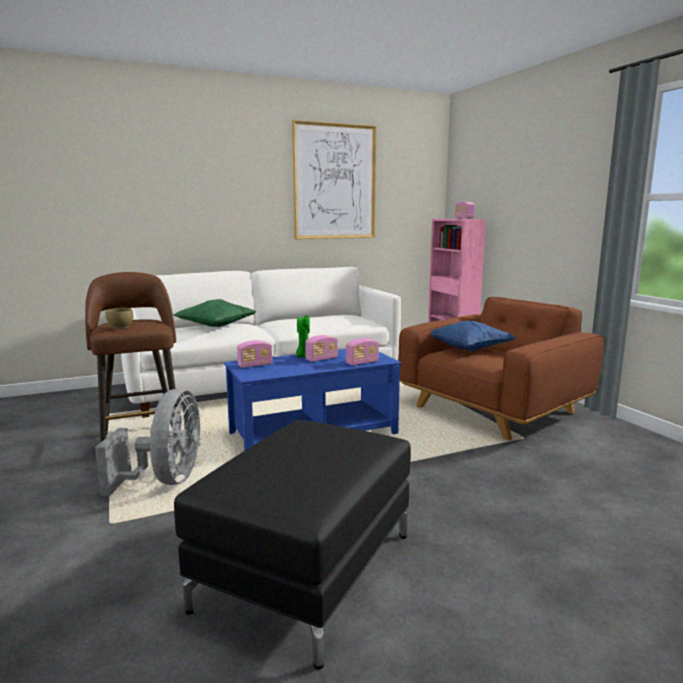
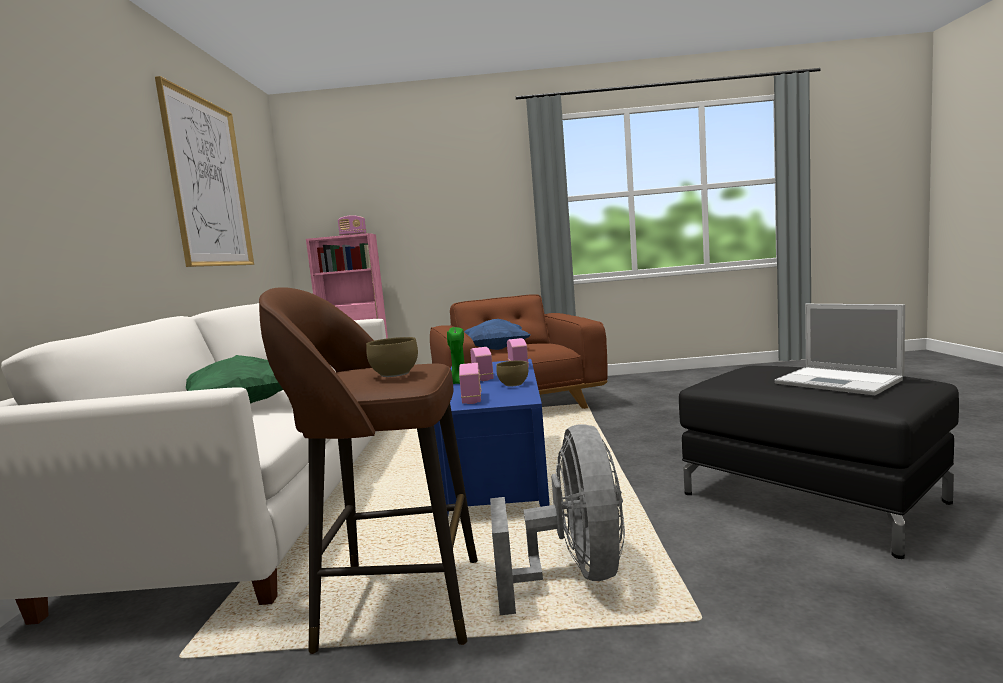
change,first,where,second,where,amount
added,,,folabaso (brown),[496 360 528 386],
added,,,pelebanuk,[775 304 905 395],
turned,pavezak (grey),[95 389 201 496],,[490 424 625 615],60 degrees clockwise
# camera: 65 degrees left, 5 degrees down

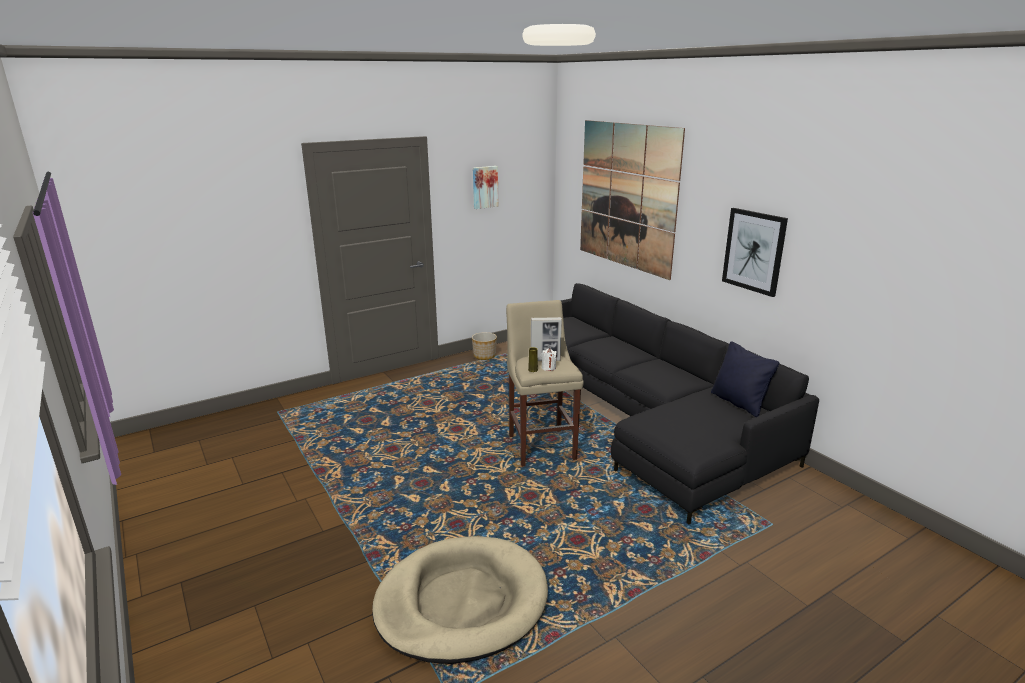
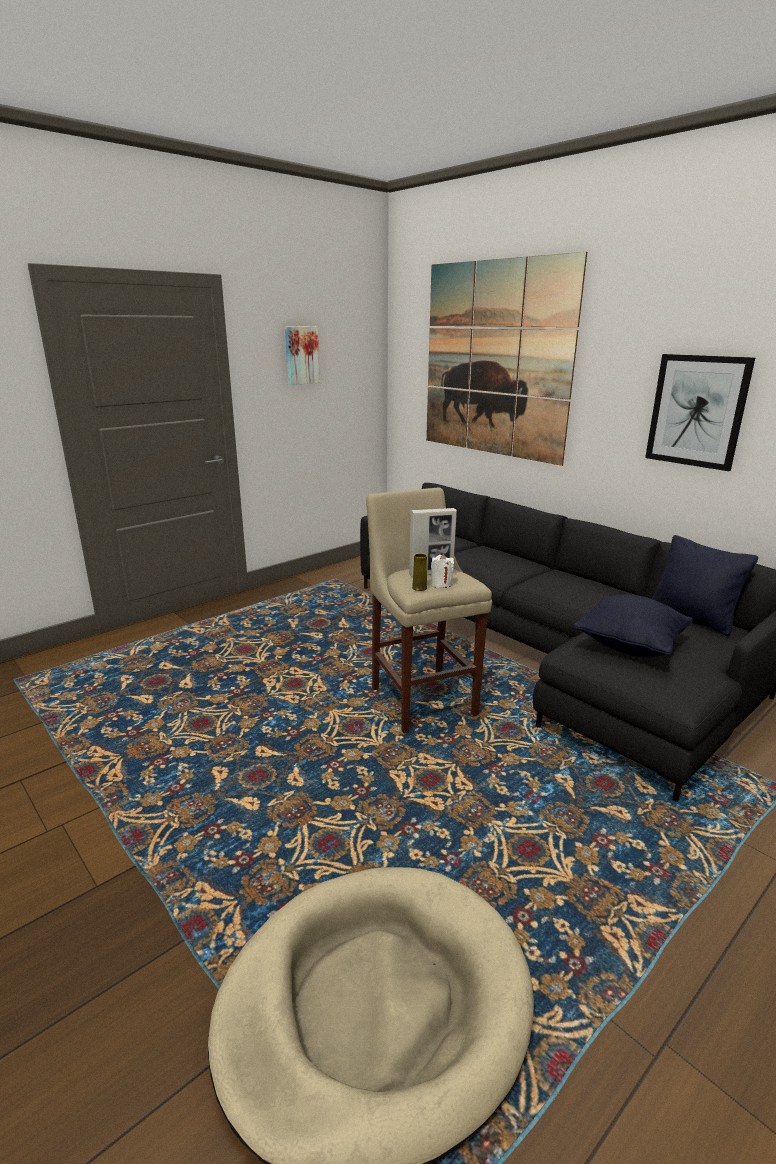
change,first,where,second,where,amount
removed,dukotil,[472 332 497 360],,,
added,,,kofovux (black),[573 595 693 658],
# camera: 10 degrees left, 0 degrees up

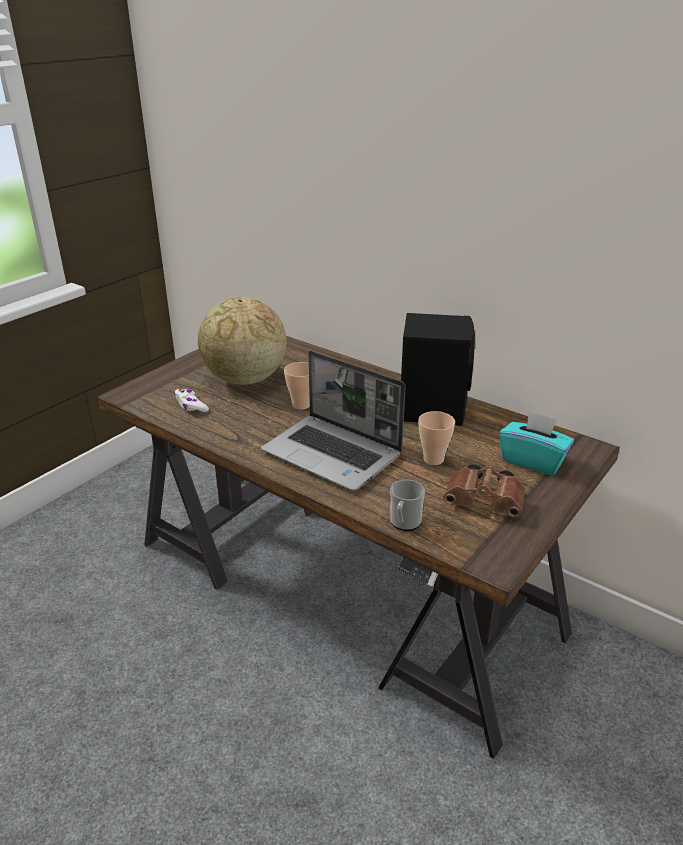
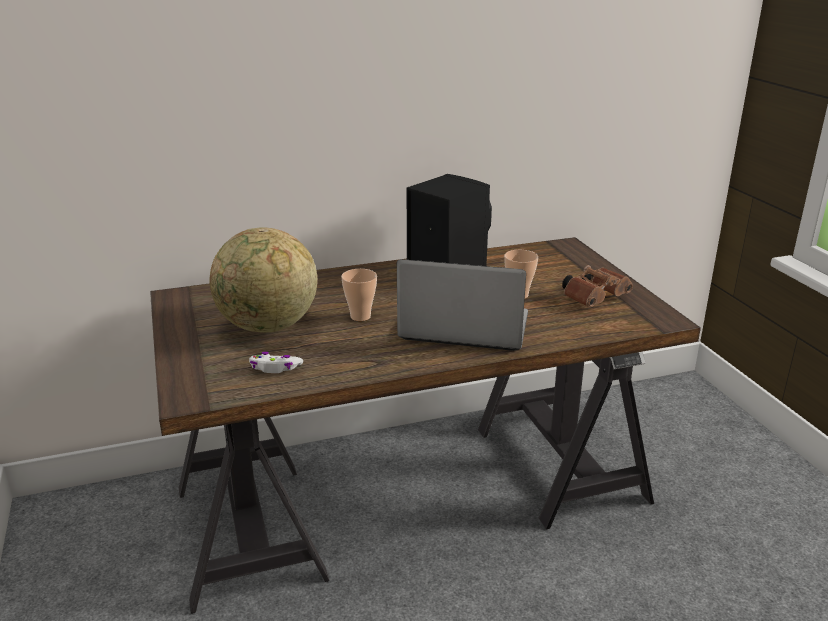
change,first,where,second,where,amount
removed,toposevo,[390 479 425 531],,,
removed,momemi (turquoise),[499 410 574 475],,,
turned,pelebanuk,[261 351 406 491],,[397 259 528 351],150 degrees counterclockwise
# camera: 55 degrees left, 5 degrees down

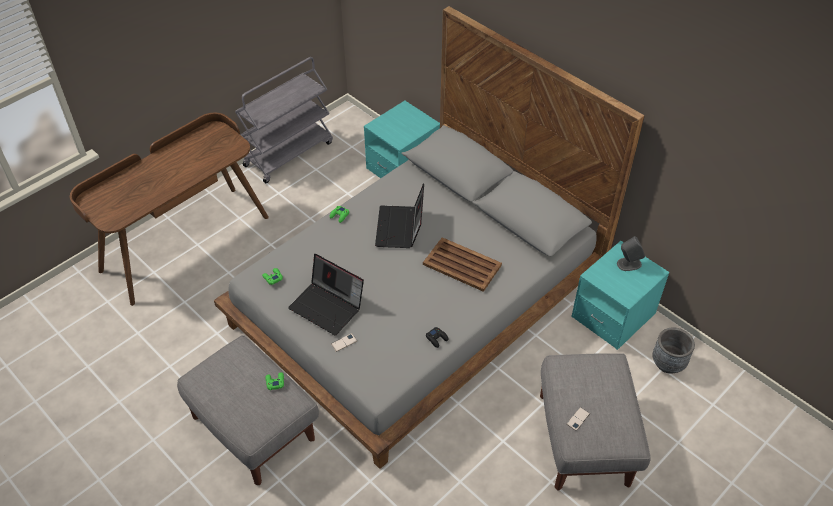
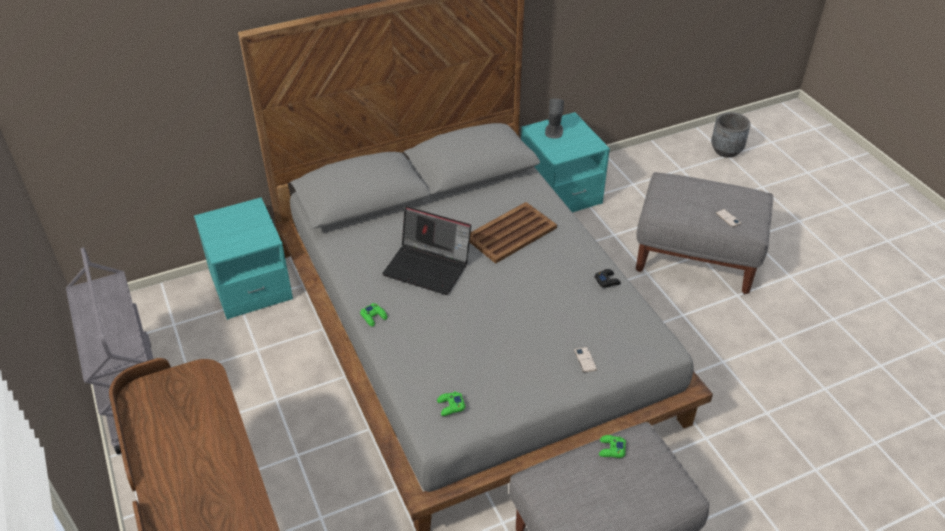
change,first,where,second,where,amount
removed,pelebanuk,[288 254 364 336],,,
moved,dukotil (grey),[652 327 695 374],,[711 112 751 158],
# camera: 70 degrees left, 5 degrees down

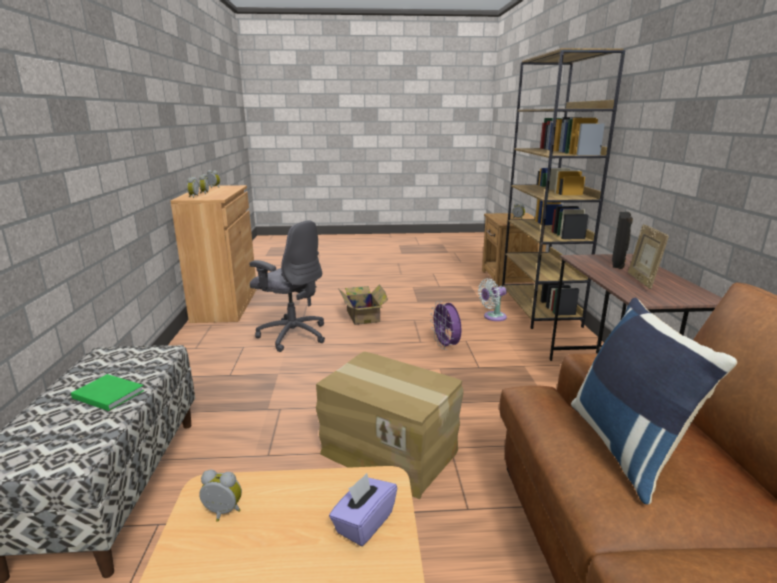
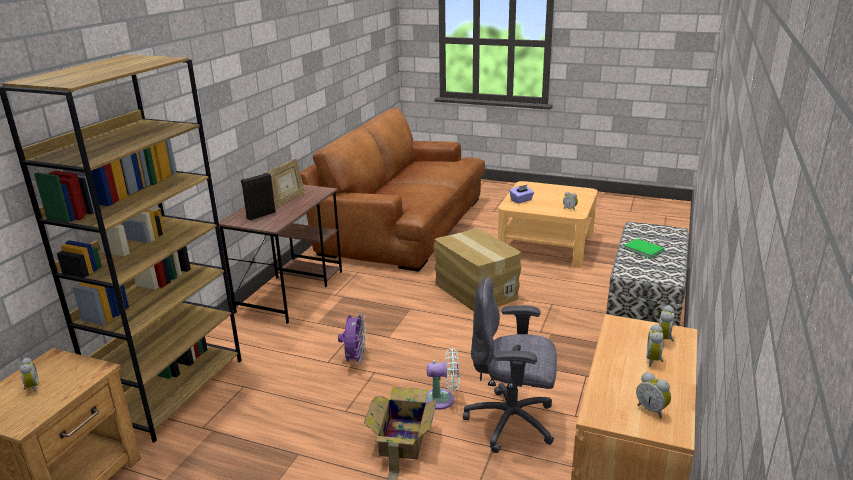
change,first,where,second,where,amount
removed,kofovux (blue),[571 298 737 505],,,
moved,pavezak (white),[478 278 507 321],,[426 348 459 410],
turned,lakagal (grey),[249 220 325 352],,[463 278 557 453],45 degrees counterclockwise
# camera: 155 degrees left, 5 degrees up

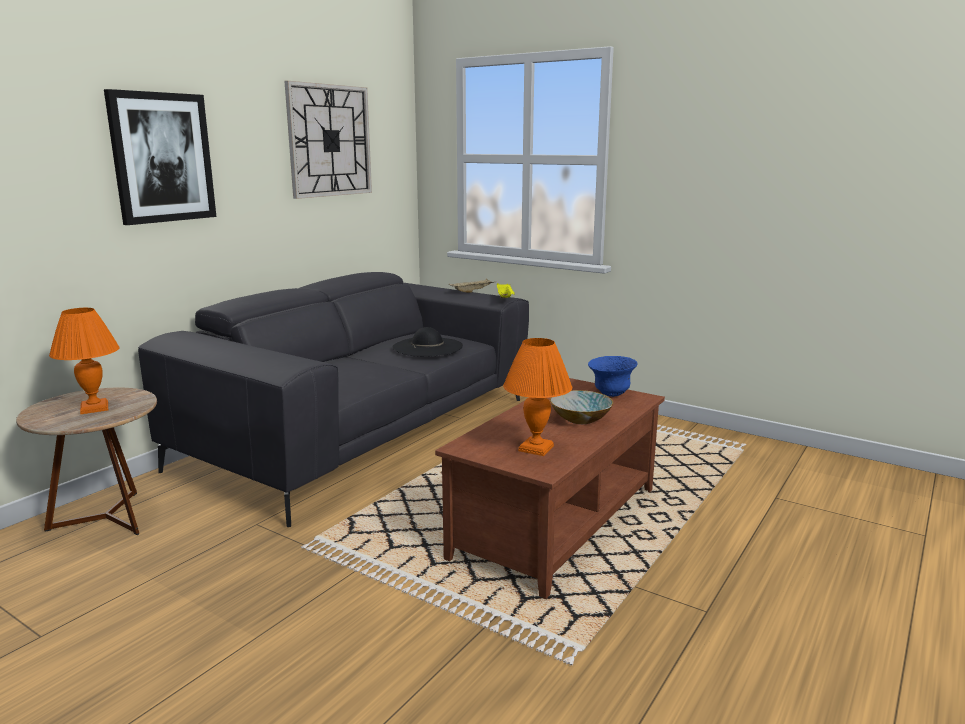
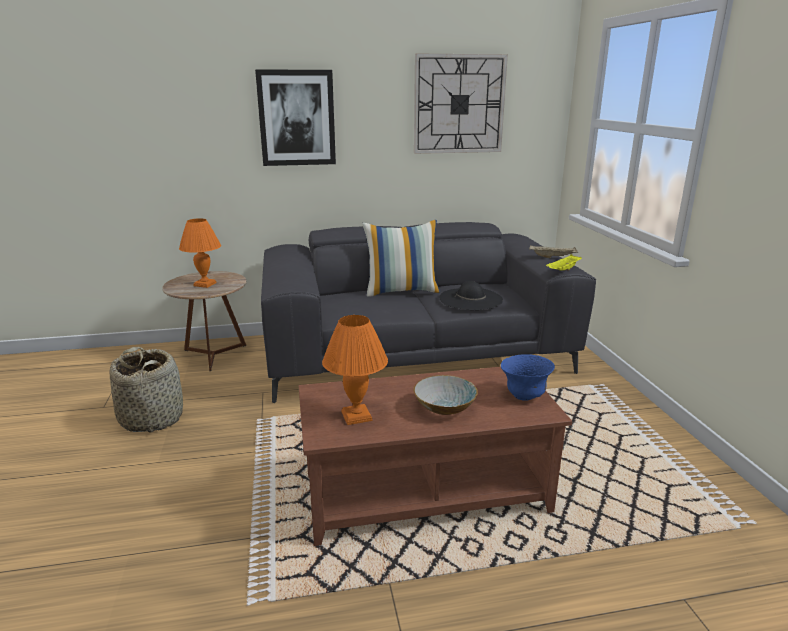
change,first,where,second,where,amount
added,,,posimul,[109 347 183 432],
added,,,kofovux,[362 220 440 297],
# camera: 45 degrees right, 5 degrees up

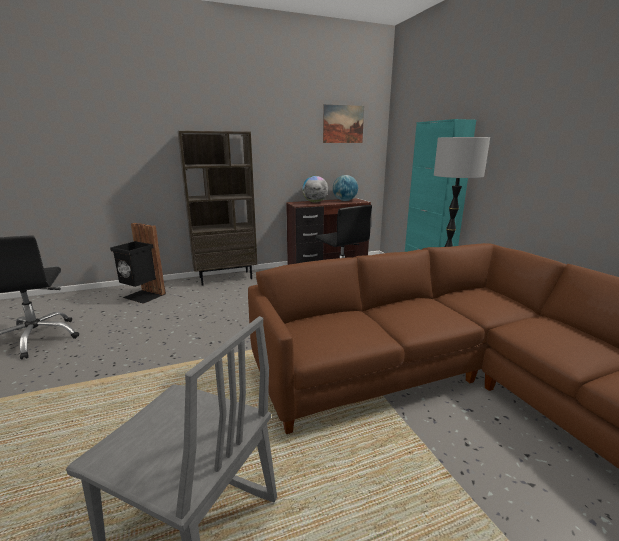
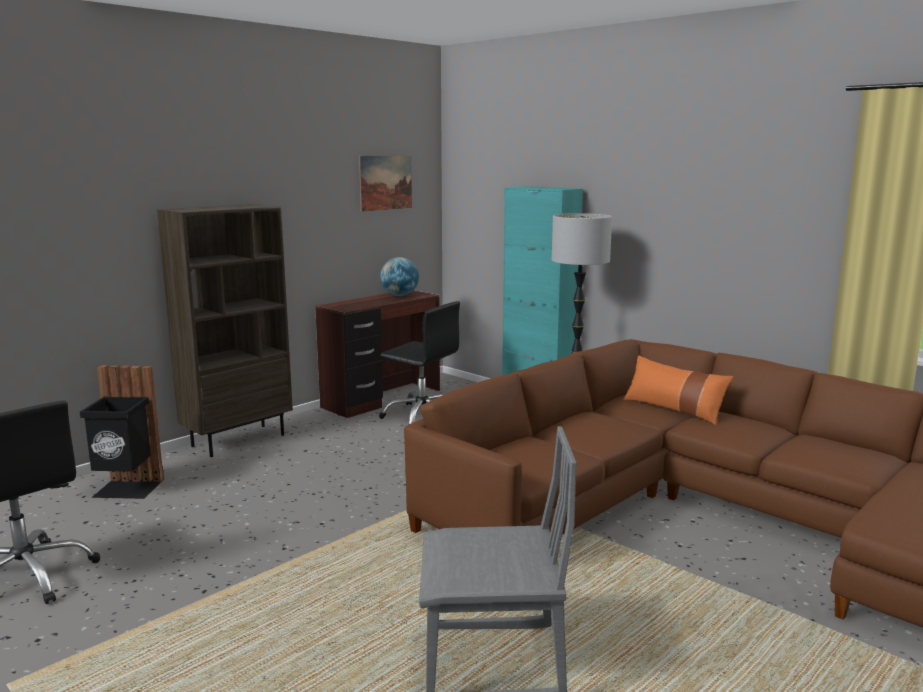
change,first,where,second,where,amount
removed,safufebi,[302 176 328 202],,,
added,,,kofovux (orange),[623 356 733 425],
# camera: 25 degrees left, 5 degrees down

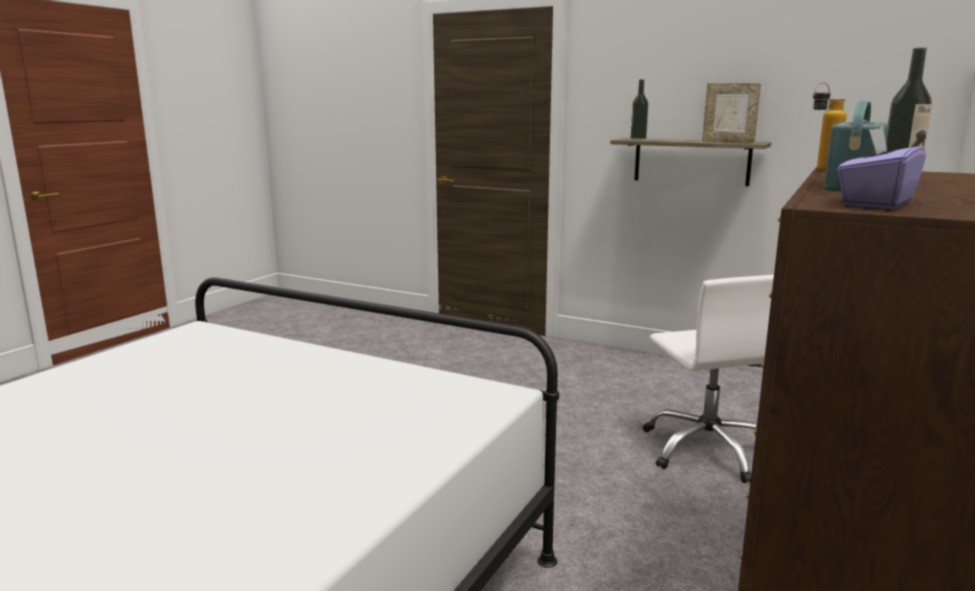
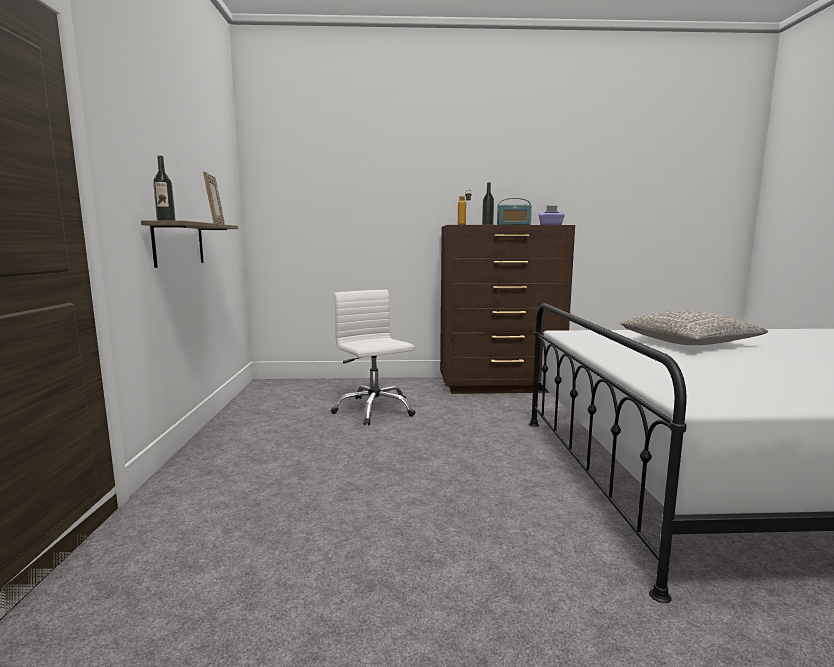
change,first,where,second,where,amount
added,,,kofovux (grey),[621 310 768 345],
turned,lakagal (white),[643 275 774 483],,[331 290 416 425],75 degrees counterclockwise
# camera: 120 degrees left, 5 degrees down

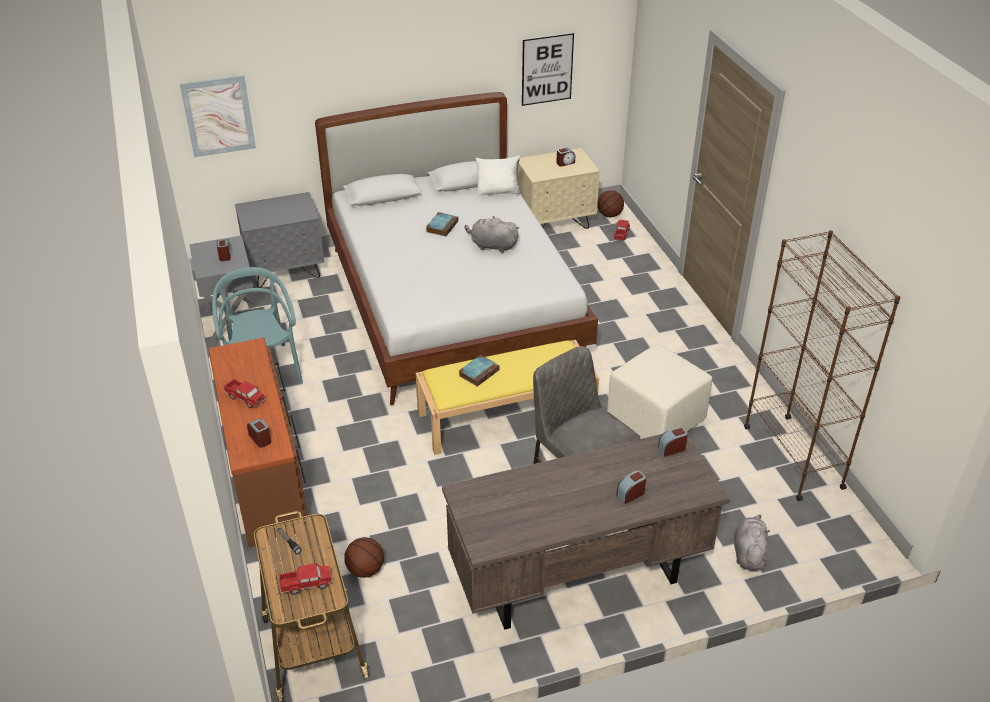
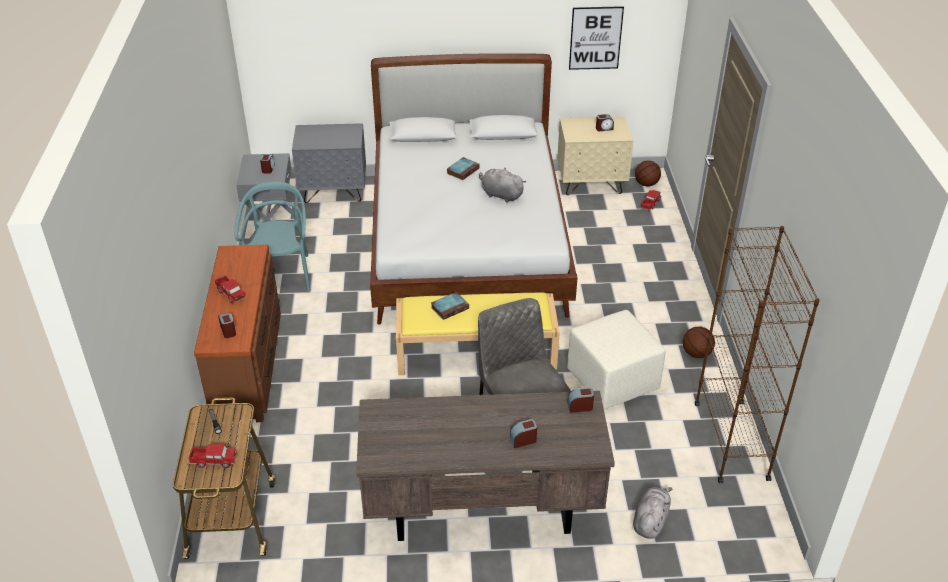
change,first,where,second,where,amount
removed,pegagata,[180 75 256 157],,,
removed,kofovux (white),[476 155 521 196],,,
moved,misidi,[344 537 384 578],,[683 326 715 358],
# camera: 15 degrees right, 0 degrees up

